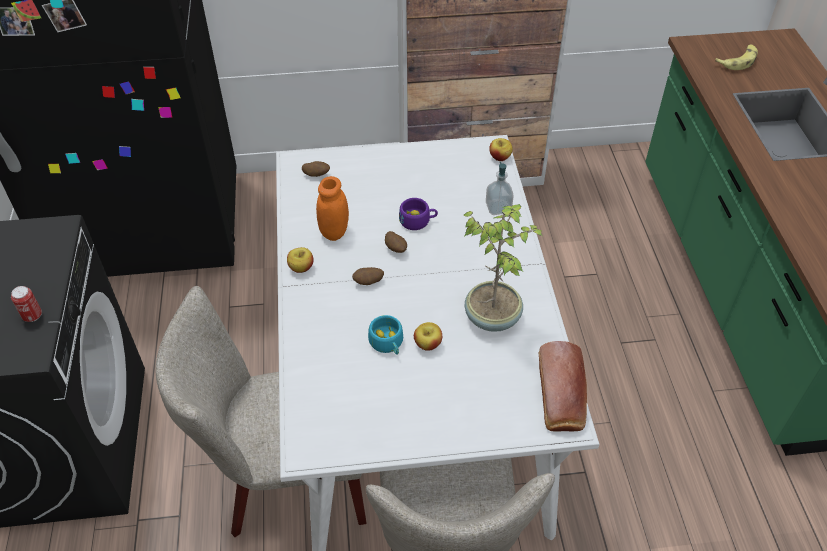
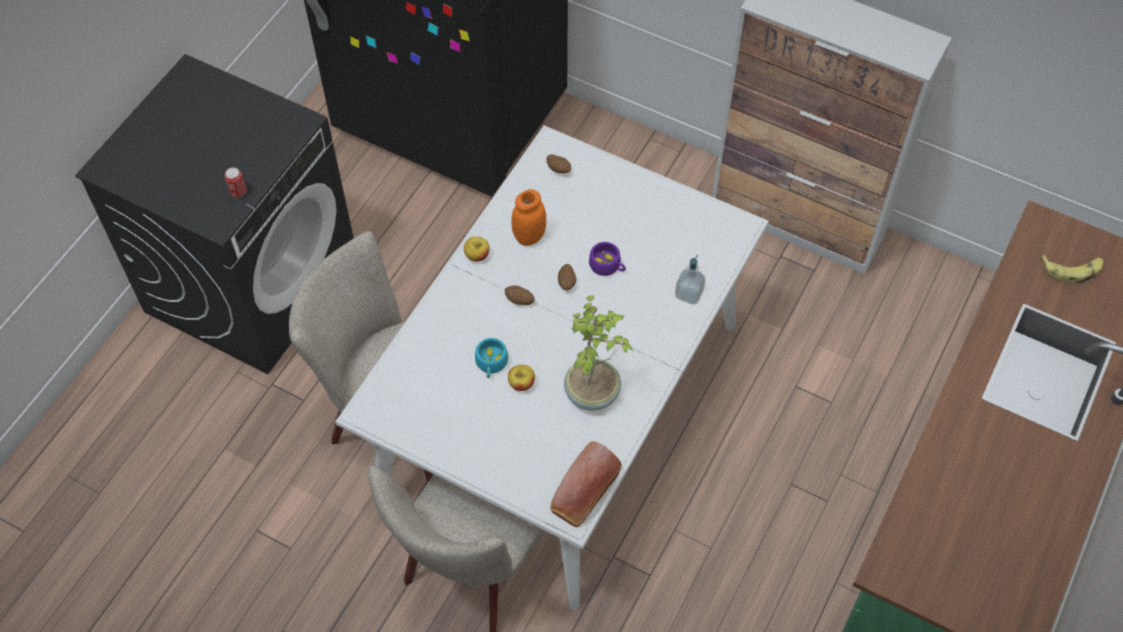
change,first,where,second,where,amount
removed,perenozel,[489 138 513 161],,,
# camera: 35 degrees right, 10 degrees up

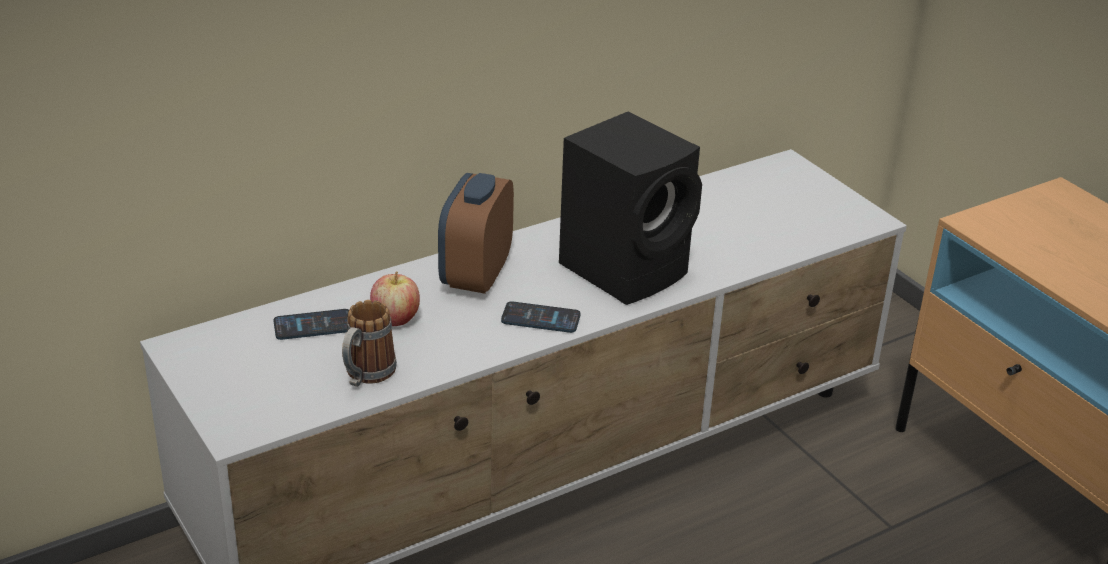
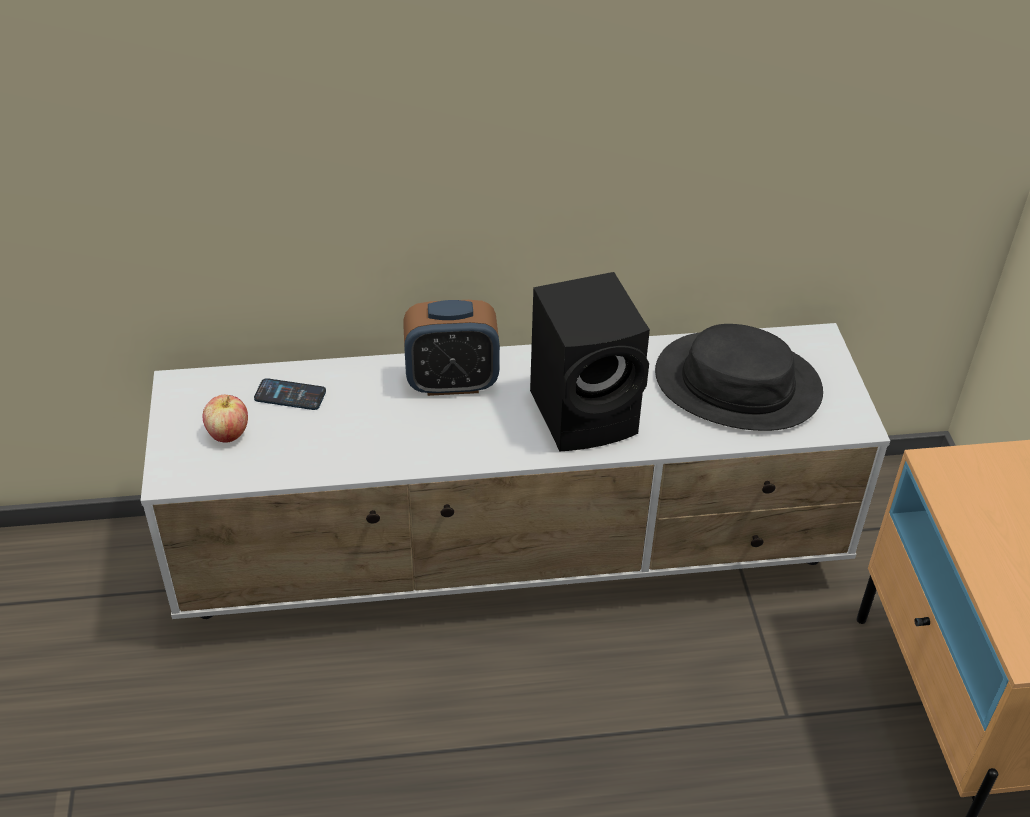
change,first,where,second,where,amount
removed,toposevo,[342 300 397 387],,,
removed,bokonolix,[501 301 581 333],,,
added,,,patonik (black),[655 324 823 431],
moved,perenozel,[370 272 420 326],,[203 395 248 442],
turned,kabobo,[438 173 514 294],,[403 300 500 396],135 degrees counterclockwise
# camera: 25 degrees right, 10 degrees up

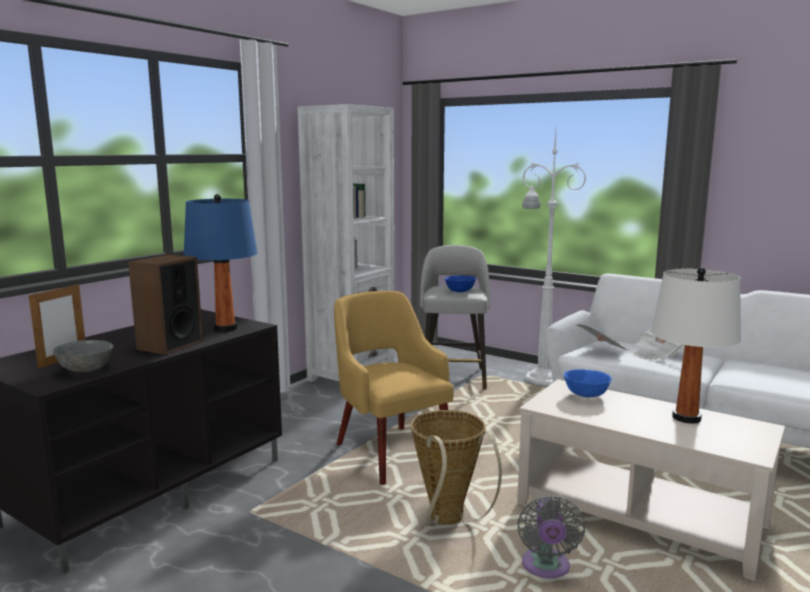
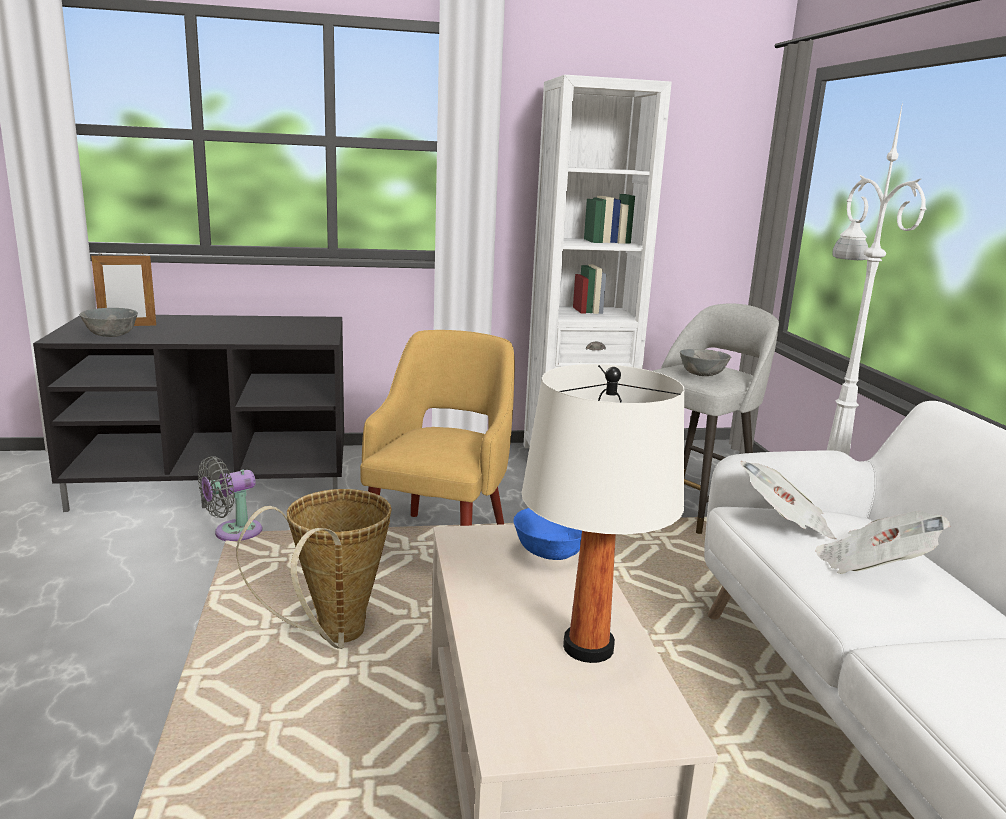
change,first,where,second,where,amount
removed,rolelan,[128 254 203 355],,,
removed,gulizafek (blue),[184 194 257 332],,,
moved,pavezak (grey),[517 495 585 578],,[198 456 262 541],
recoloured,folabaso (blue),[444 275 476 292],folabaso (grey),[680 349 731 376],
# camera: 45 degrees right, 5 degrees up

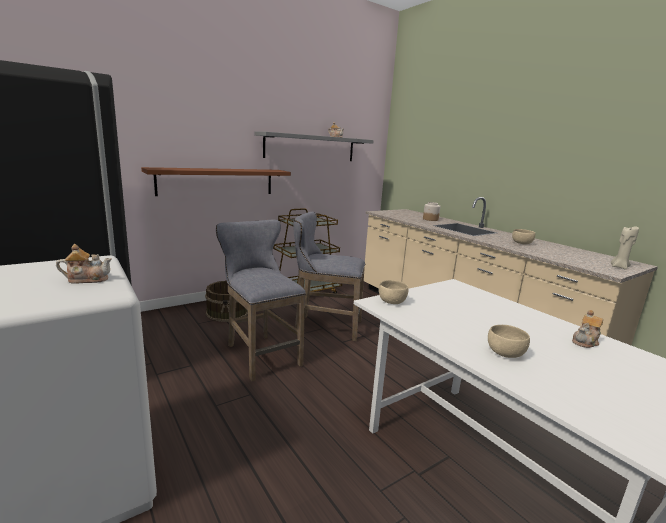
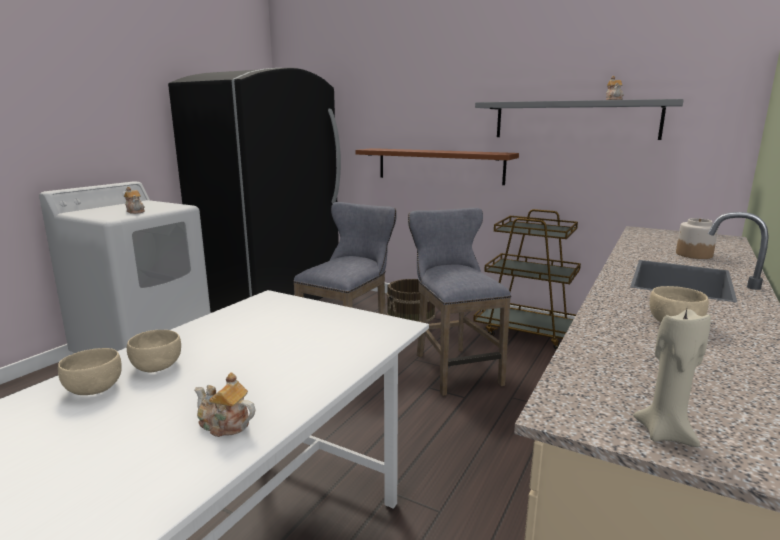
change,first,where,second,where,amount
moved,folabaso (beige),[379 280 408 304],,[58 348 122 395],
# camera: 65 degrees right, 0 degrees up

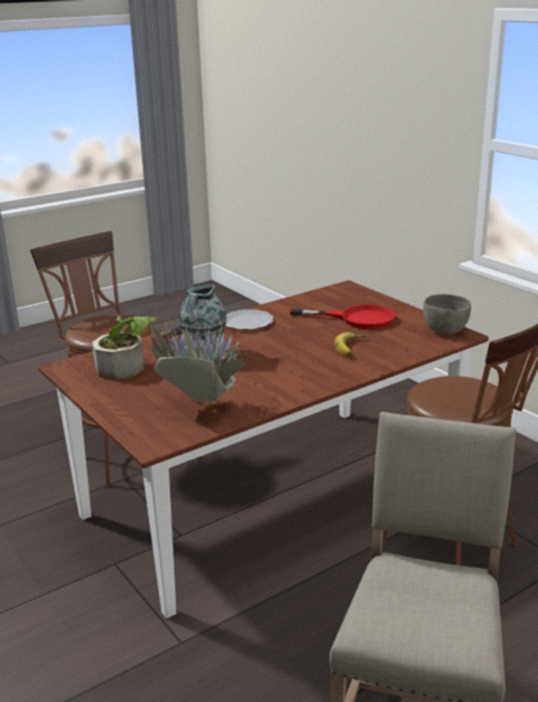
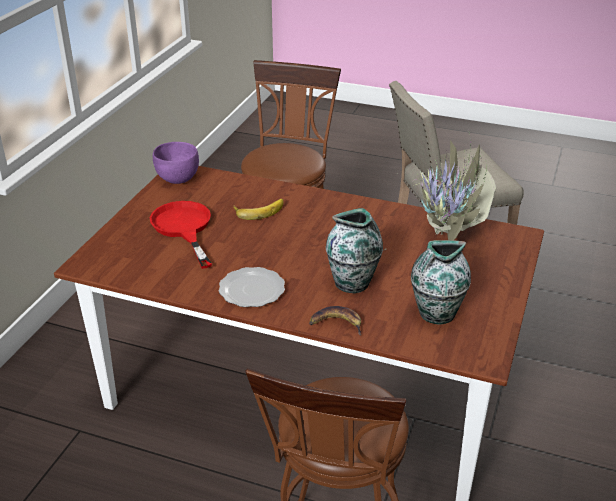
change,first,where,second,where,amount
replaced,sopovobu,[92 316 156 380],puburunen,[411 240 471 324],
recoloured,folabaso (grey),[423 294 471 335],folabaso (purple),[153 142 199 184],
# camera: 125 degrees left, 10 degrees up

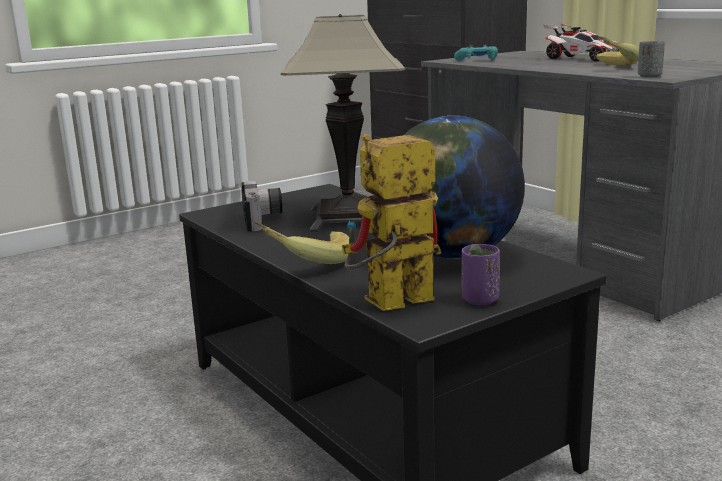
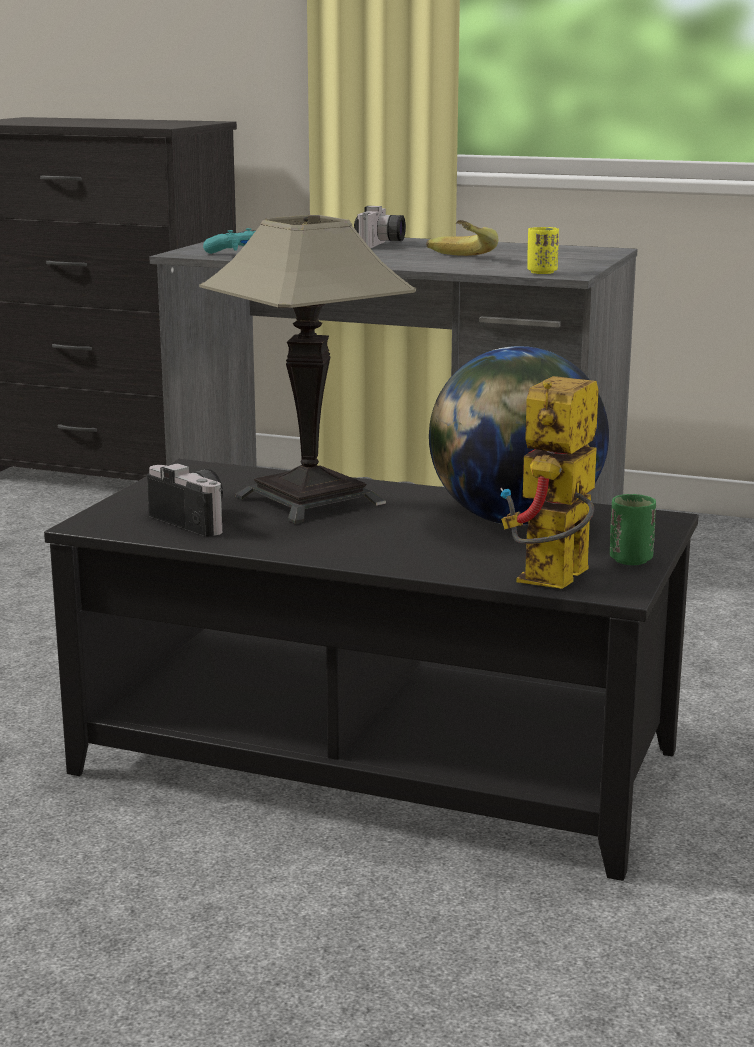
change,first,where,second,where,amount
removed,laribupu,[255 222 349 264],,,
replaced,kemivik,[544 23 619 62],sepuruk,[354 206 406 248],
recoloured,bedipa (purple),[461 244 500 305],bedipa (green),[610 494 656 565],
recoloured,bedipa (grey),[638 41 665 78],bedipa (yellow),[528 227 559 274],
# camera: 35 degrees left, 0 degrees up

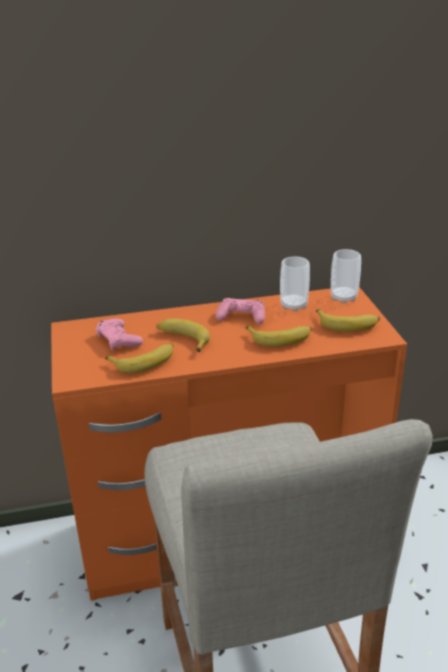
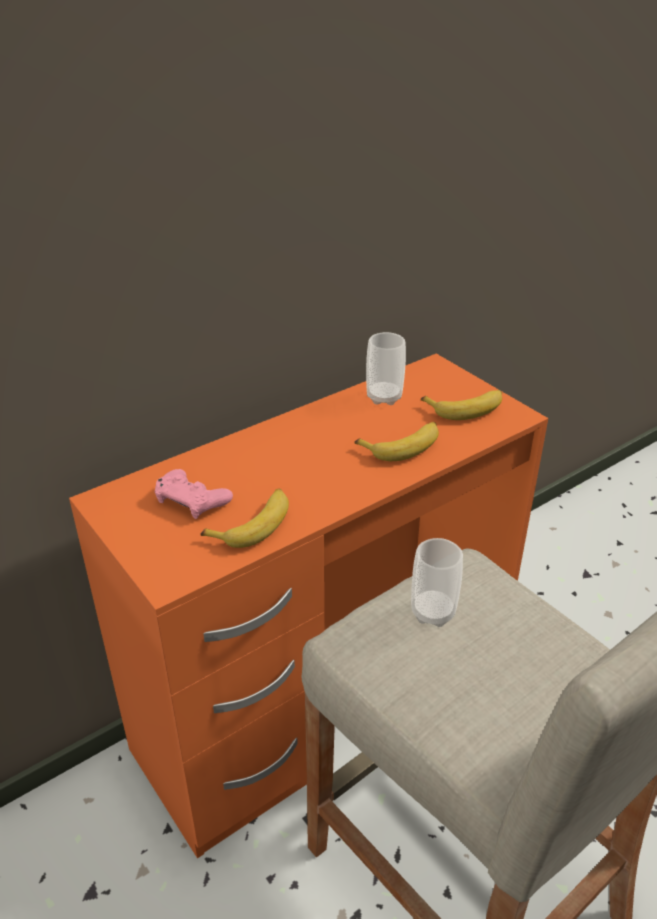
change,first,where,second,where,amount
removed,laribupu,[156 319 210 352],,,
removed,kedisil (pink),[216 298 265 324],,,
moved,bedipa,[331 249 361 304],,[411 538 463 627],
# camera: 25 degrees left, 5 degrees up

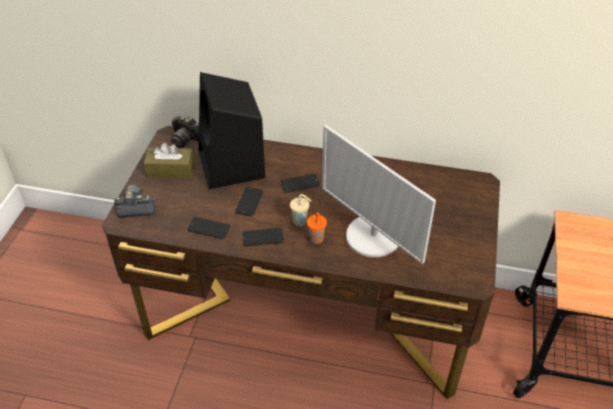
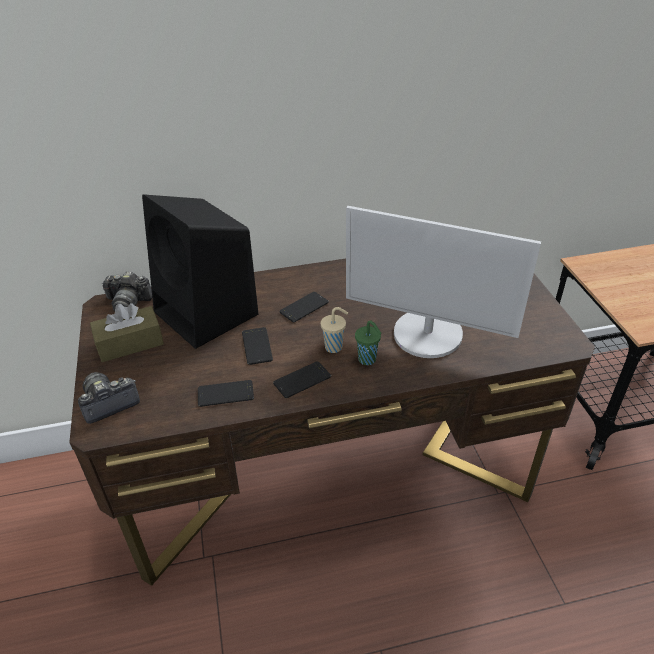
change,first,where,second,where,amount
recoloured,bedipa (orange),[307 212 327 244],bedipa (green),[355 320 382 365],
# camera: 25 degrees left, 5 degrees down

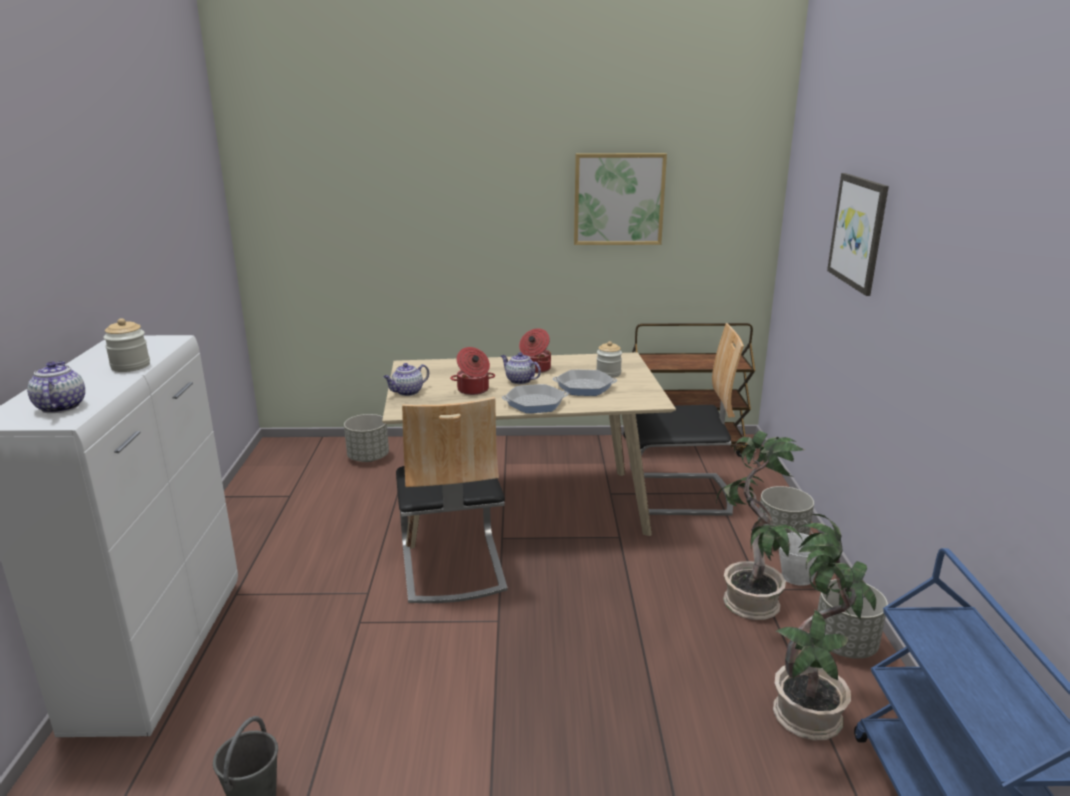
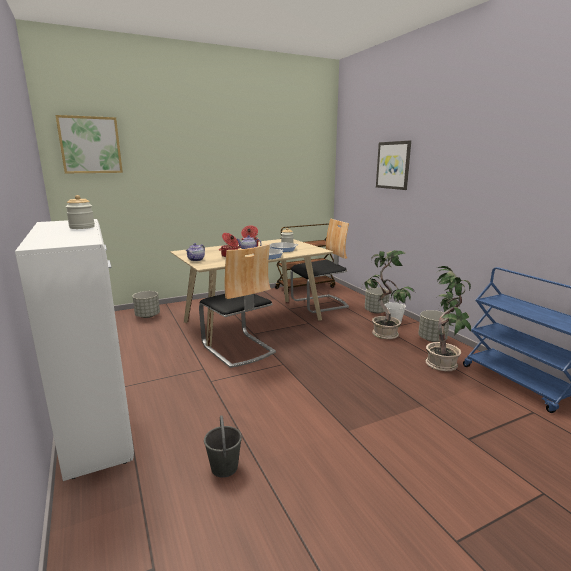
change,first,where,second,where,amount
removed,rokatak,[27 361 85 413],,,
moved,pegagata,[574 153 667 245],,[55 115 123 173],
# camera: 25 degrees left, 5 degrees down

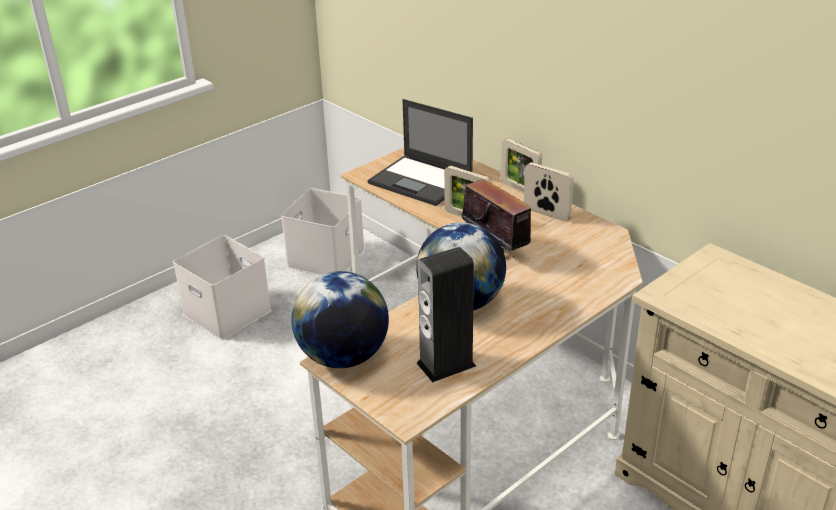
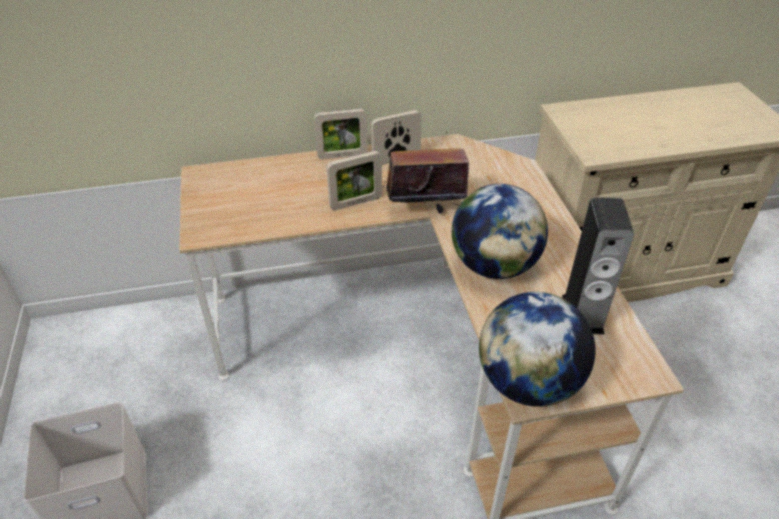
change,first,where,second,where,amount
removed,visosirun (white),[281 188 365 275],,,
removed,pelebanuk,[368 99 473 206],,,
# camera: 60 degrees left, 10 degrees up

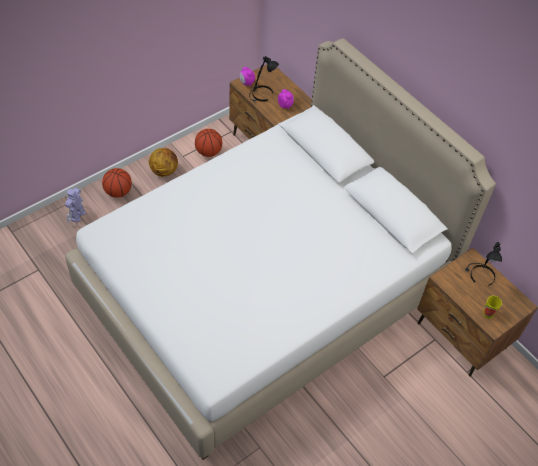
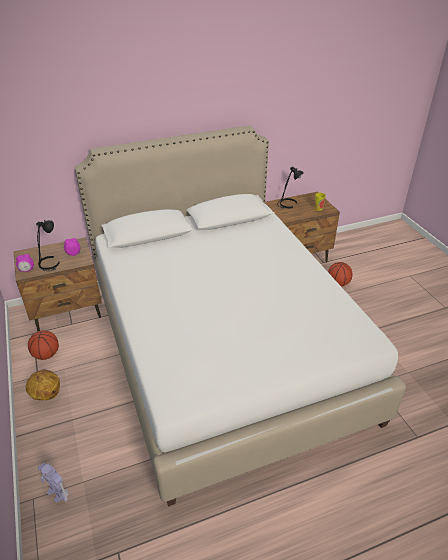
change,first,where,second,where,amount
moved,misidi,[102 168 132 198],,[328 262 353 287],
# camera: 70 degrees left, 15 degrees down

